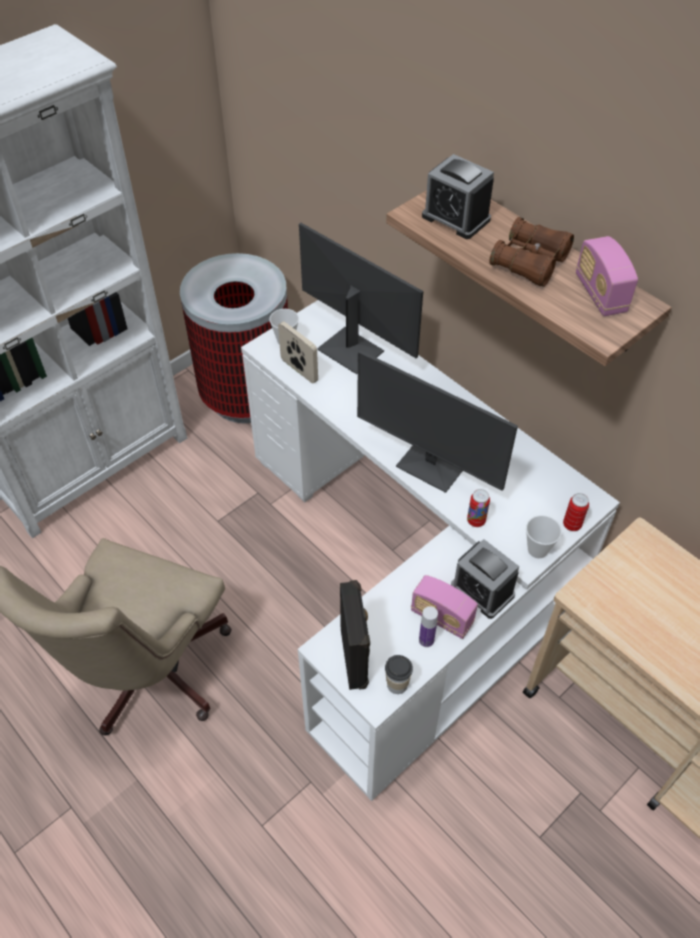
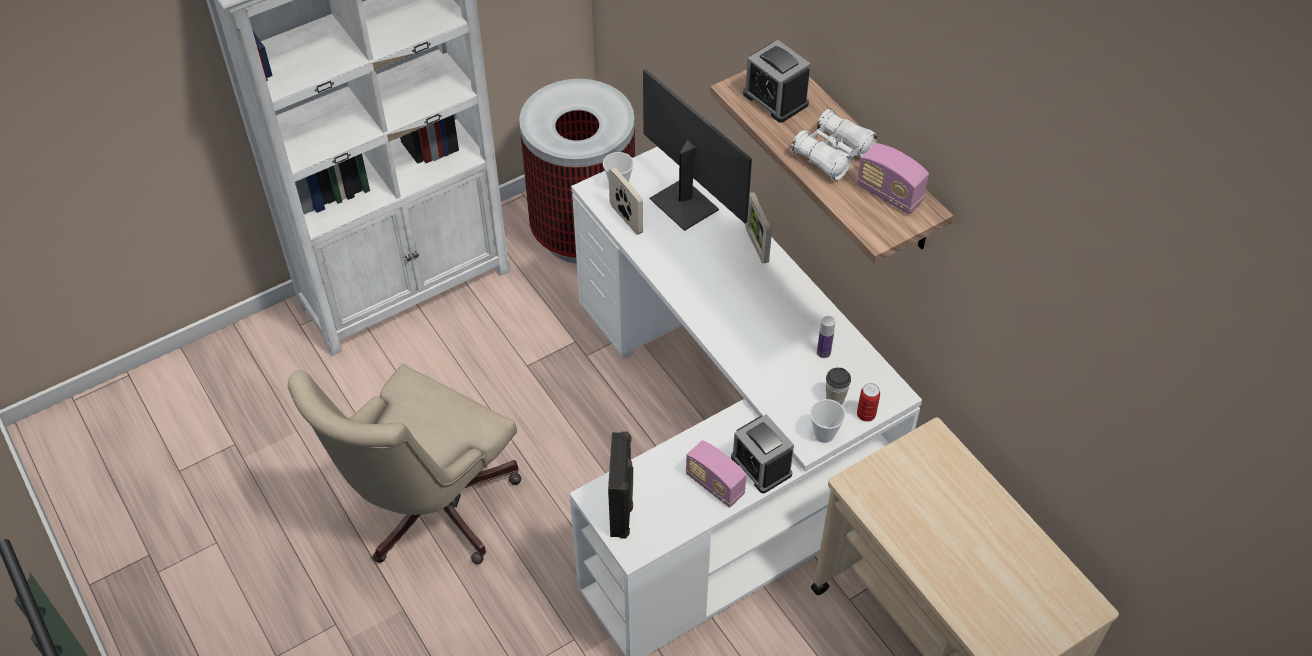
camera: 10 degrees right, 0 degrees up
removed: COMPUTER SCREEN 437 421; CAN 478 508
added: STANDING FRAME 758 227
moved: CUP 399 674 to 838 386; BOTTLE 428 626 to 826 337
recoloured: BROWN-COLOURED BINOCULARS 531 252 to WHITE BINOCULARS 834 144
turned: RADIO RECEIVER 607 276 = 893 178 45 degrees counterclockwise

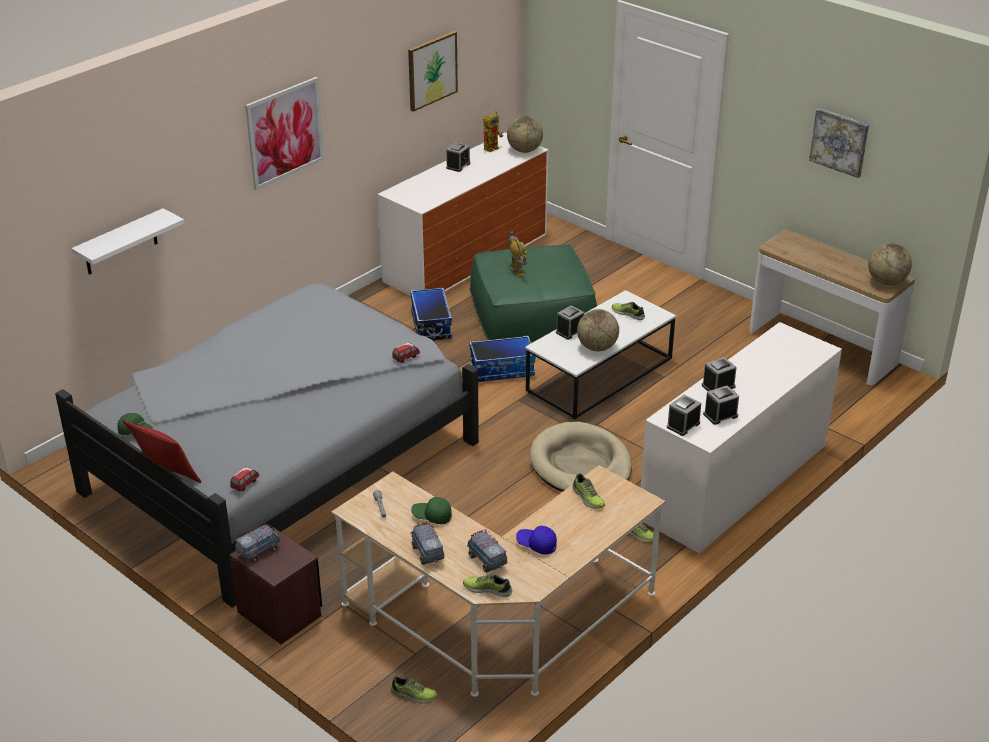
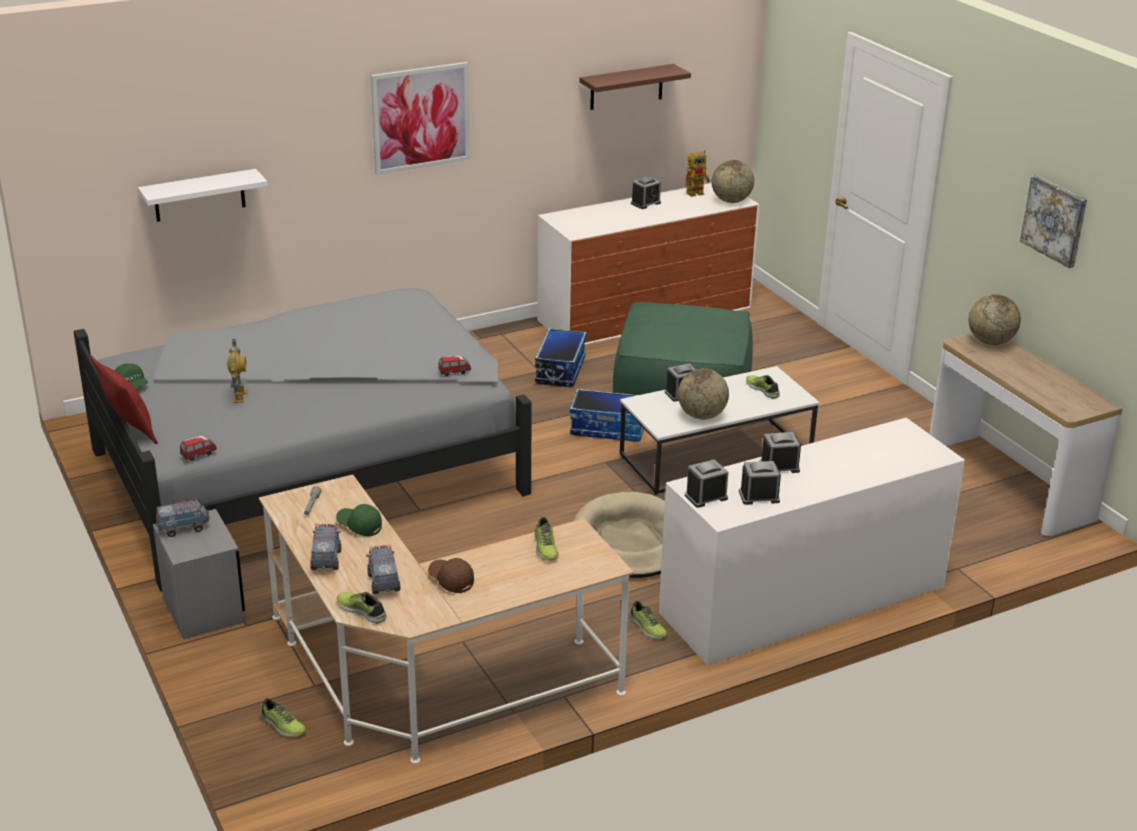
camera: 20 degrees right, 5 degrees down
moved: ROBOT FIGURE 518 254 to 237 371; GLOBE 890 264 to 994 319
replaced: PICTURE 433 71 to BROWN-COLOURED WALL SHELF 635 87
recoloured: BROWN-COLOURED NIGHTSTAND 276 585 to GREY NIGHTSTAND 199 574; BLUE BASEBALL CAP 536 540 to BROWN-COLOURED BASEBALL CAP 451 575

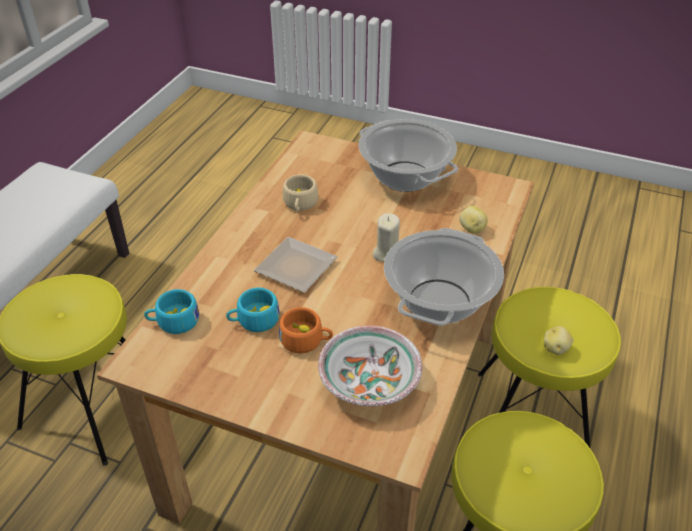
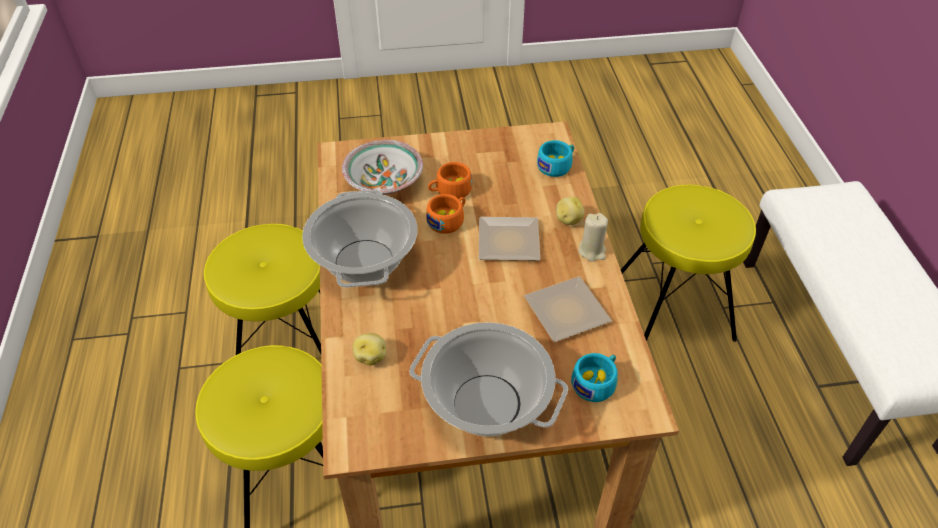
camera: 150 degrees right, 5 degrees up
added: ORANGE-COLOURED CUP 445 214
moved: TURQUOISE CUP 253 310 to 594 377; BEIGE-COLOURED CANDLE 386 237 to 593 237; POTATO 558 340 to 570 211
replaced: BEIGE-COLOURED CUP 300 193 to DINNER PLATE 568 309

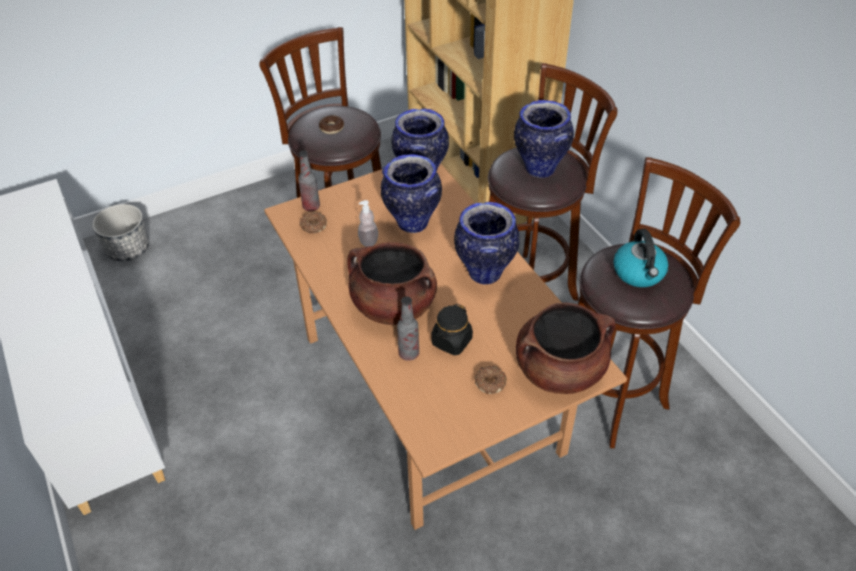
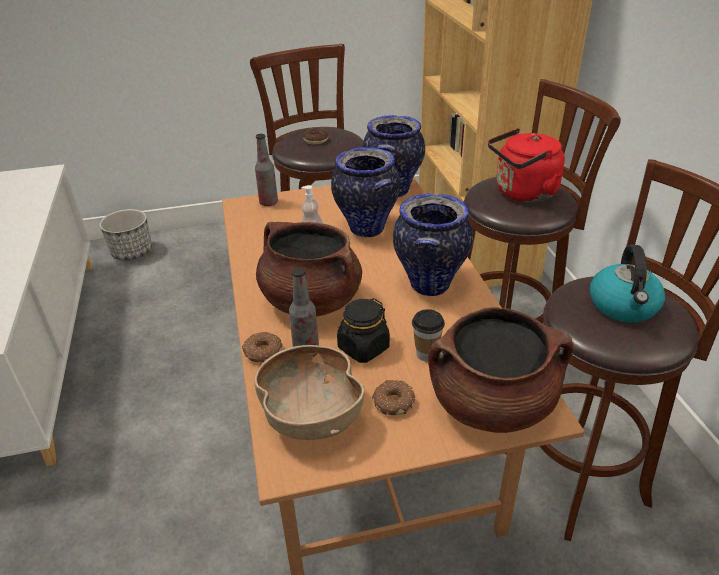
camera: 15 degrees right, 10 degrees down
added: BROWN-COLOURED BOWL 309 392; CUP 428 335
moved: RING DOUGHNUT 313 222 to 262 347
replaced: DECORATIVE VASE 544 139 to RED-COLOURED KETTLE 526 165

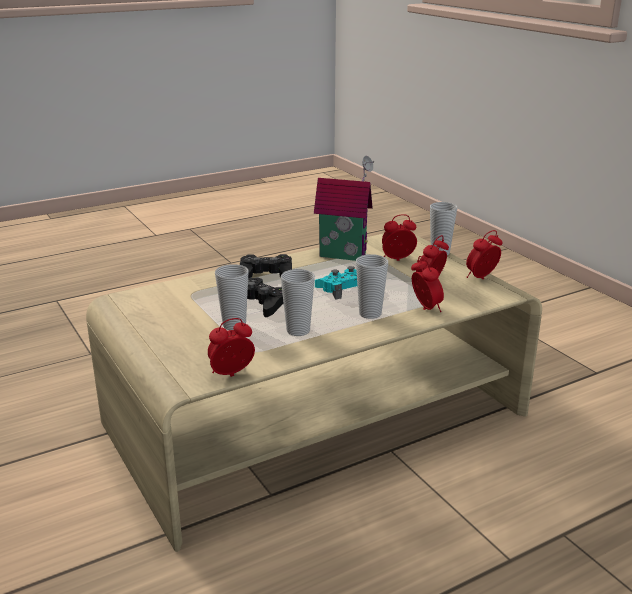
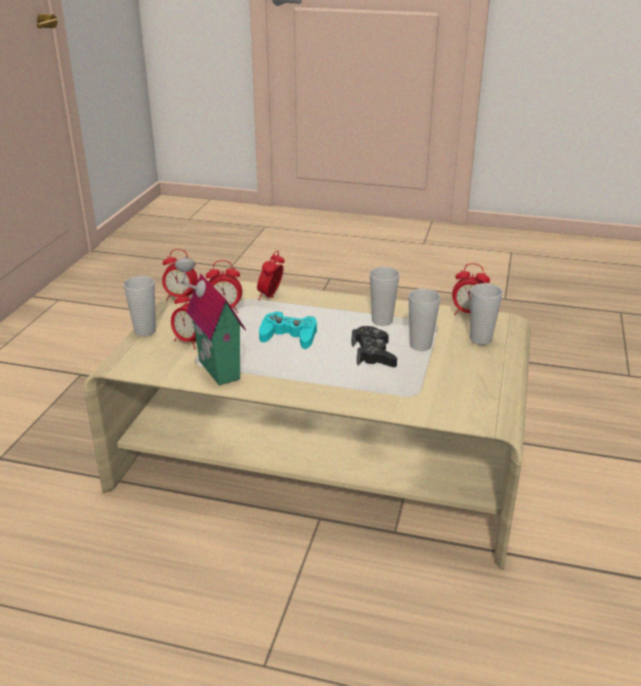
camera: 135 degrees left, 5 degrees up
removed: BLACK GAME CONTROLLER 266 266
moved: CUP 372 286 to 486 314

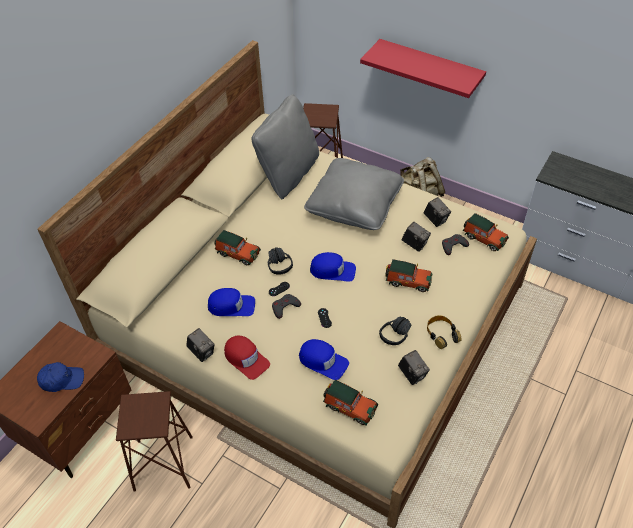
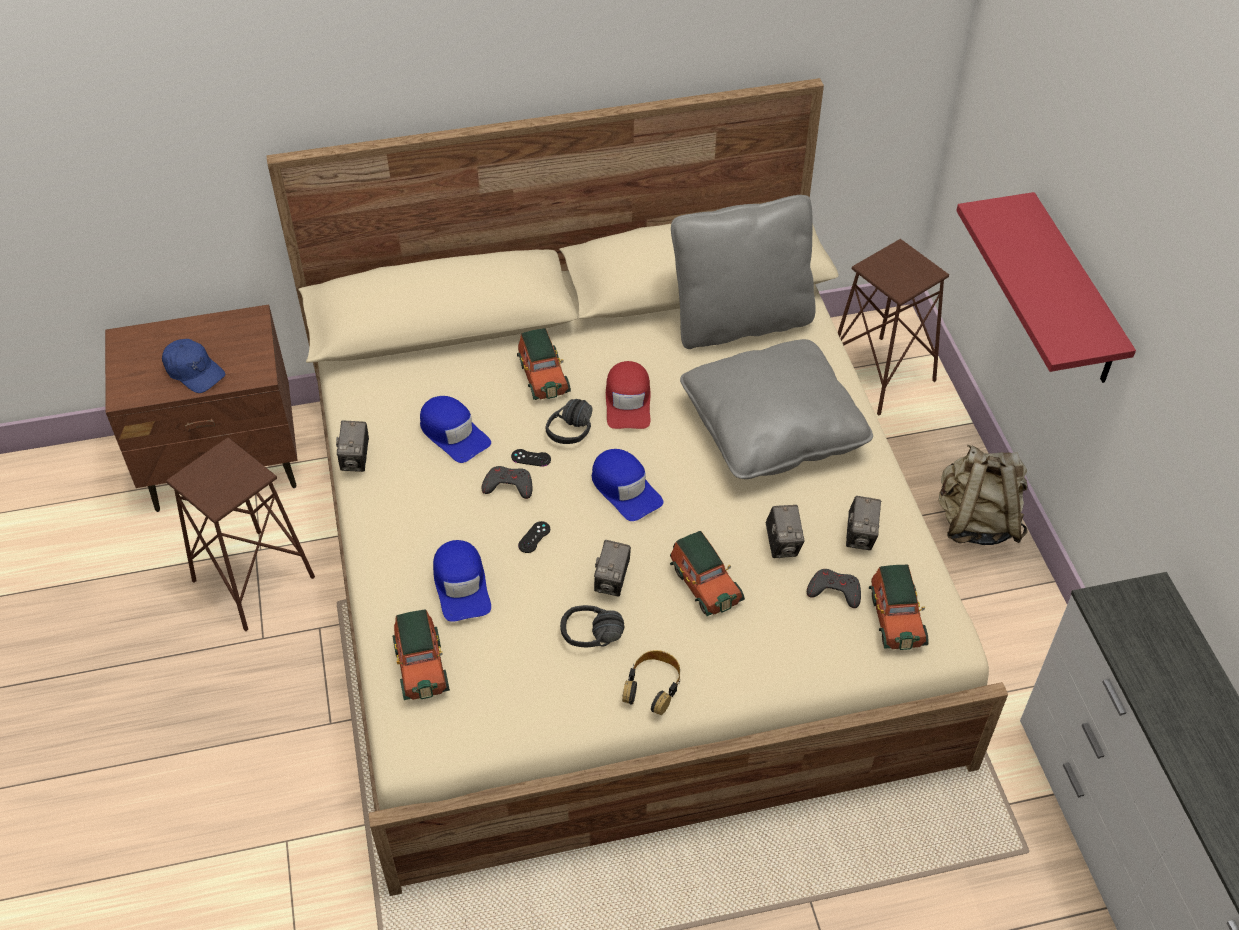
camera: 45 degrees right, 0 degrees up
moved: RED-COLOURED BASEBALL CAP 247 358 to 628 395; STILL CAMERA 414 367 to 612 568

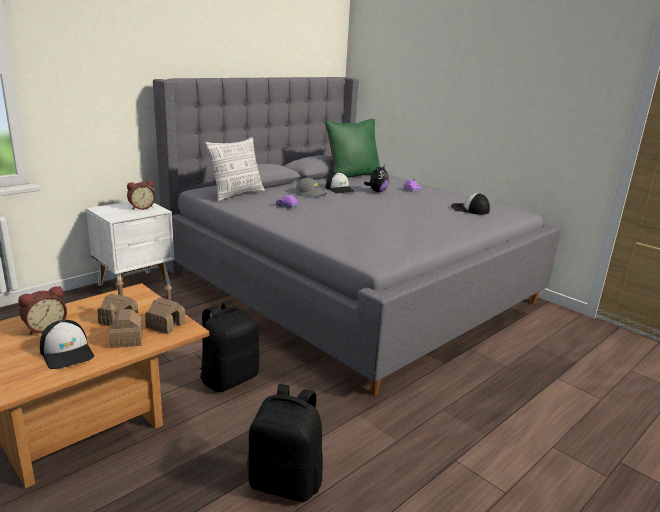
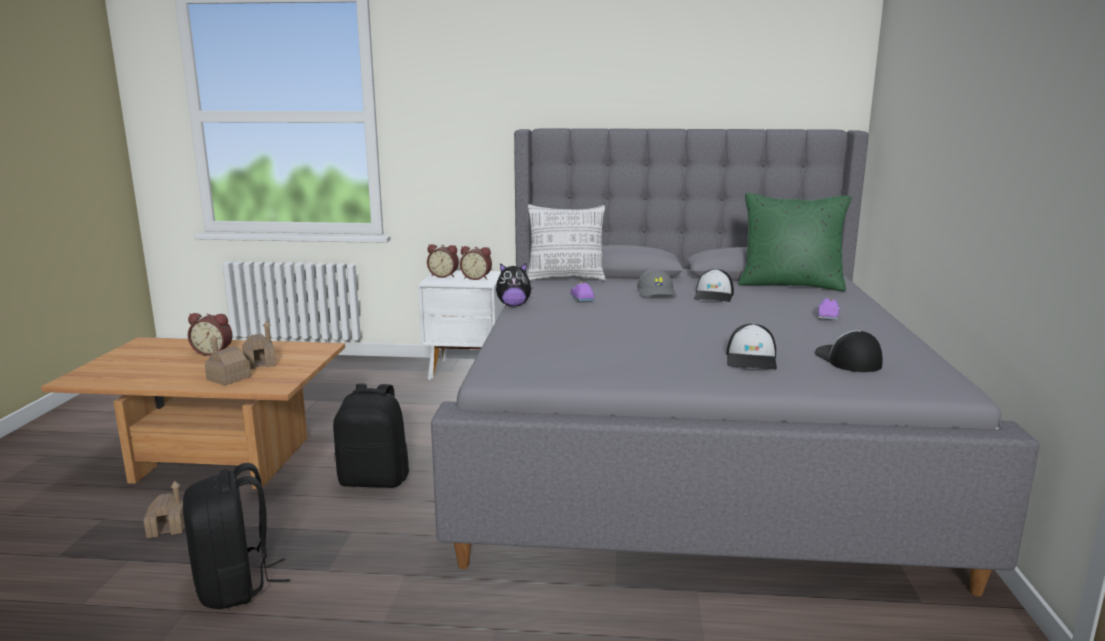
camera: 50 degrees right, 5 degrees down
added: TABLE CLOCK 443 261
moved: BASEBALL CAP 67 344 to 751 347; TOY HOUSE 165 309 to 164 509; SOFT TOY 376 178 to 514 284

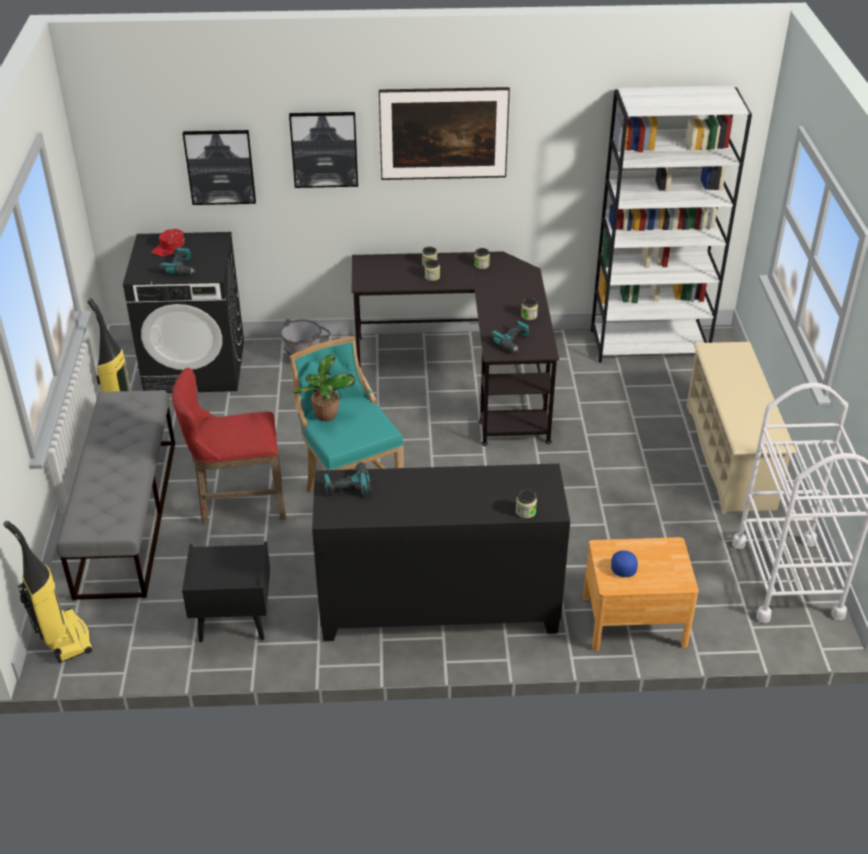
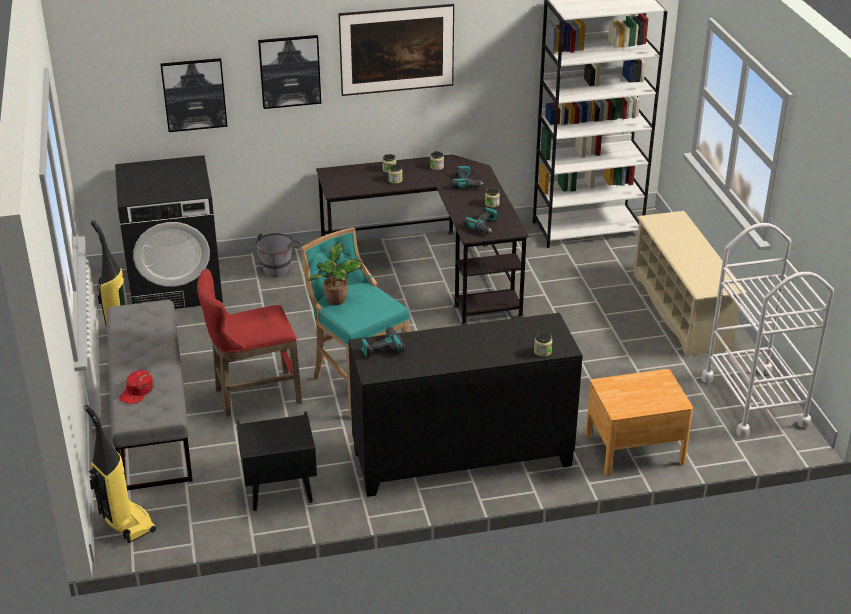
camera: 10 degrees left, 5 degrees down
removed: BLUE BASEBALL CAP 624 564
moved: RED-COLOURED BASEBALL CAP 168 243 to 136 387; ELECTRIC DRILL 177 261 to 467 177

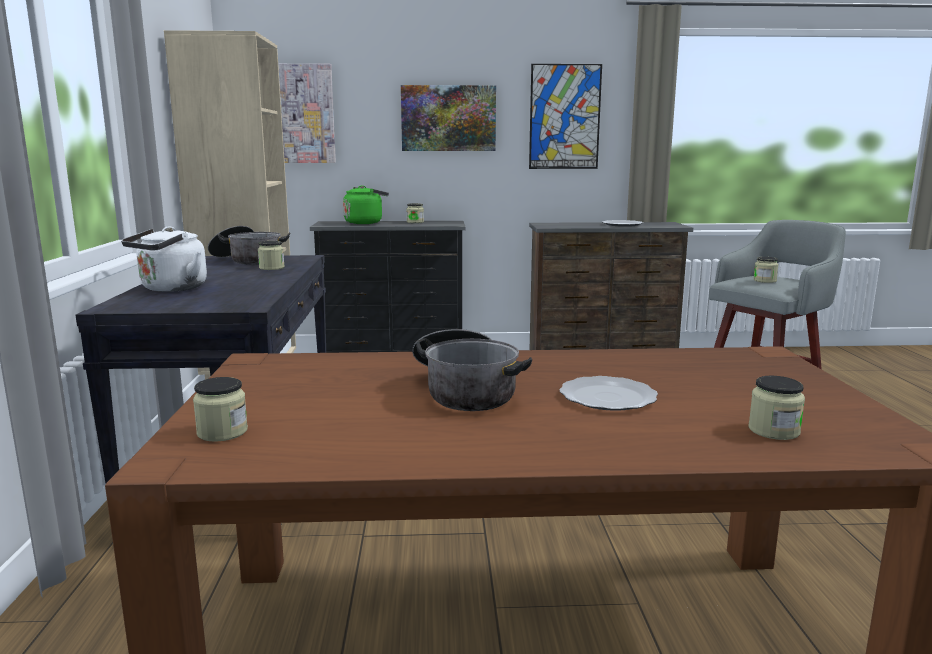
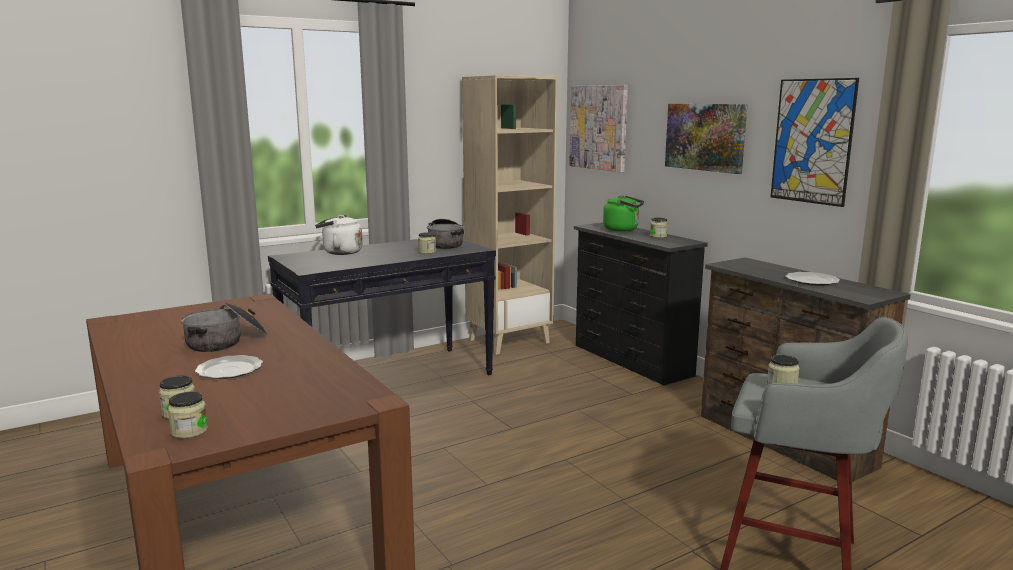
camera: 60 degrees right, 0 degrees up
moved: PRESERVE JAR 220 409 to 188 415

